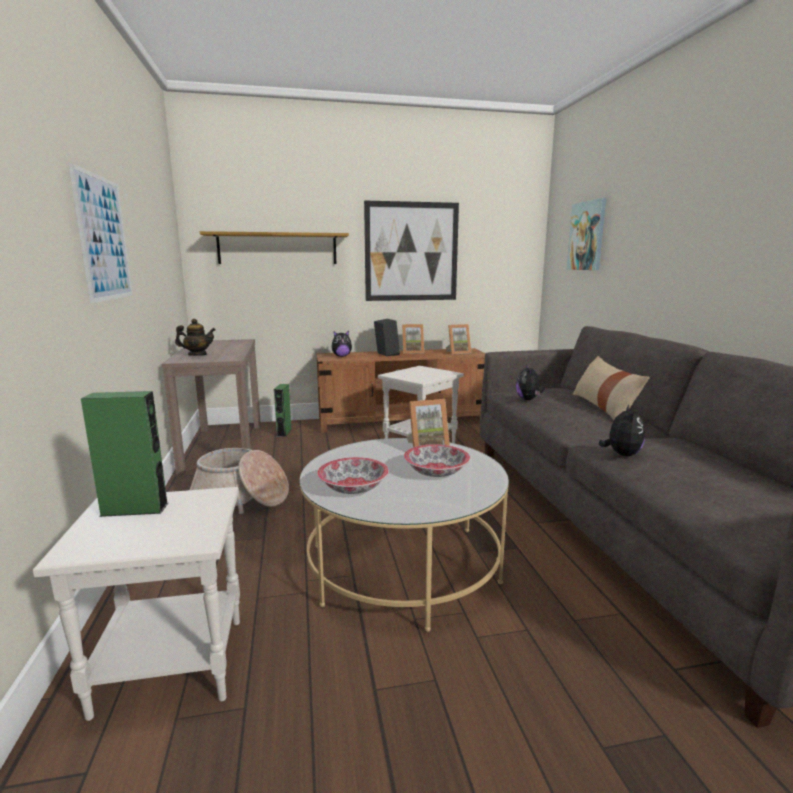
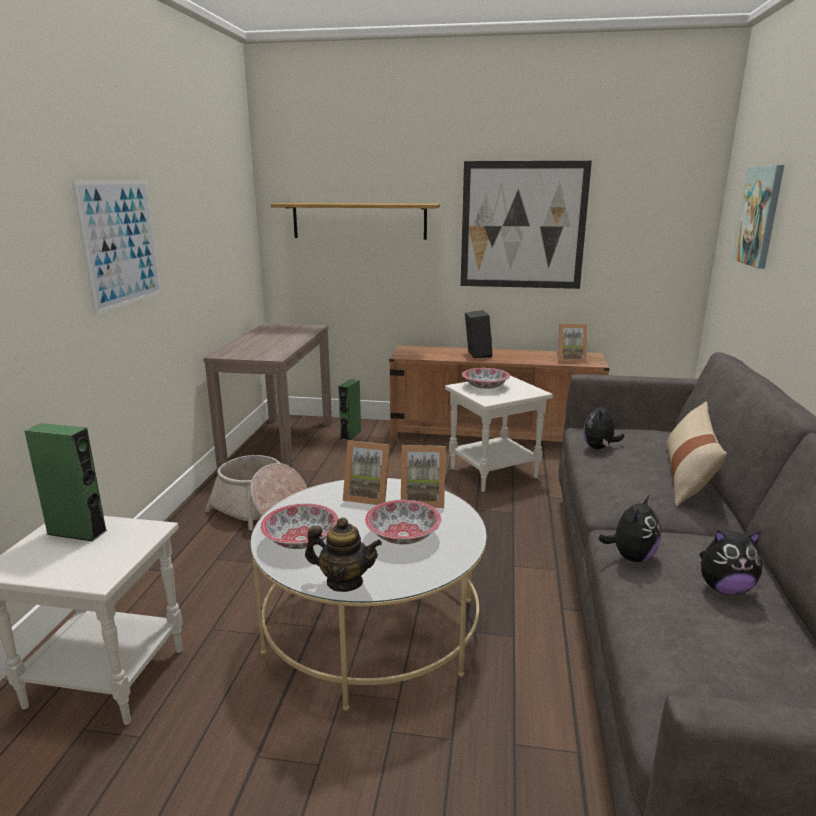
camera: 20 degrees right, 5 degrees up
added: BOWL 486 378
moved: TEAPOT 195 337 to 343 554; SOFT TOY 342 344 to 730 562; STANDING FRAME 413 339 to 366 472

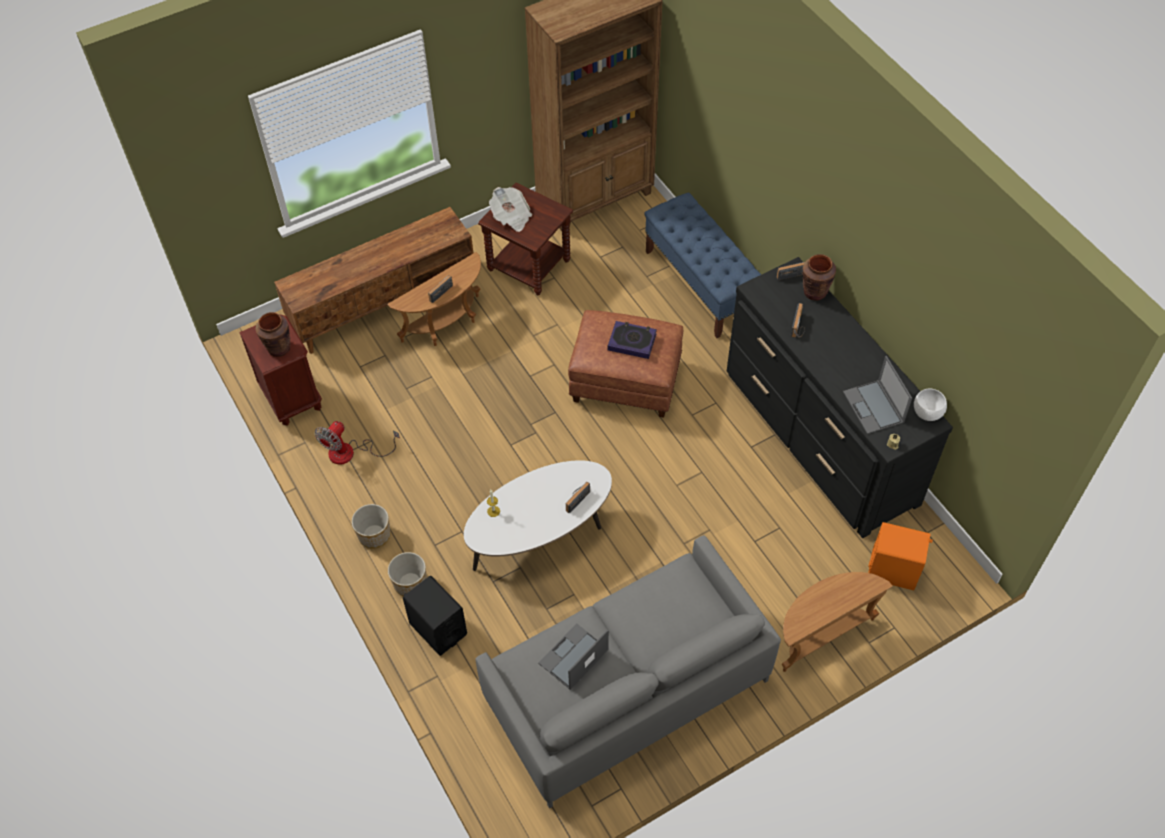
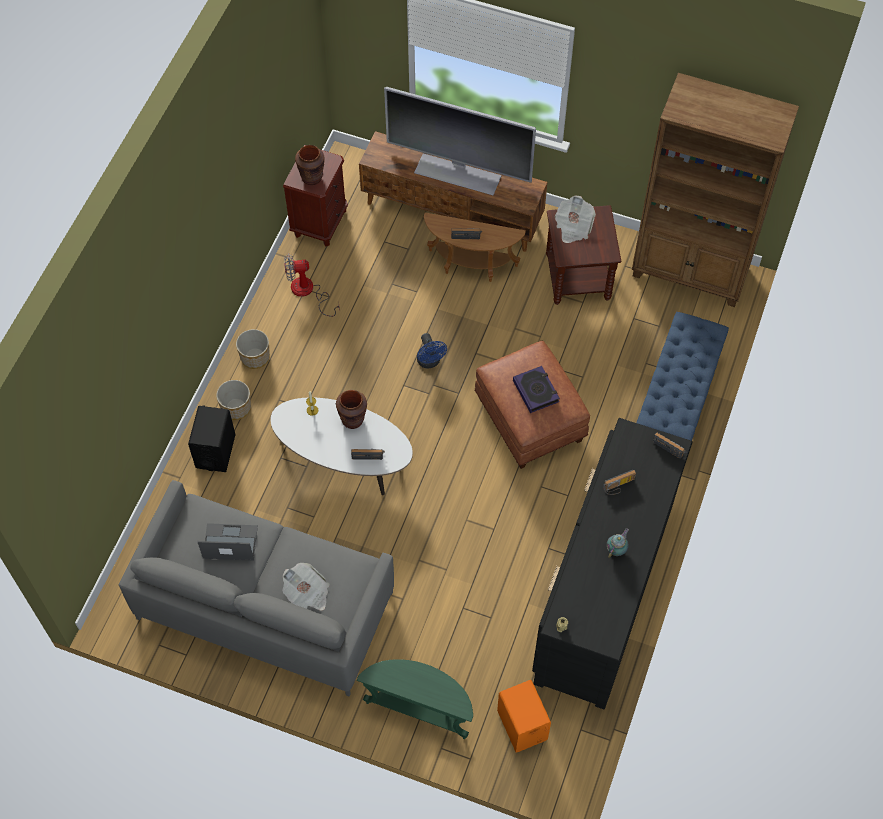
camera: 50 degrees right, 5 degrees up
removed: LAPTOP 877 395; WHITE BOWL 930 404
added: PRINTED PAPER 305 587; TV SET 460 141; BLUE FAN 432 350; TEAPOT 618 543
moved: BROWN-COLOURED DECORATIVE VASE 819 277 to 351 409
recoloured: BROWN-COLOURED SIDE TABLE 837 622 to GREEN-COLOURED SIDE TABLE 415 699

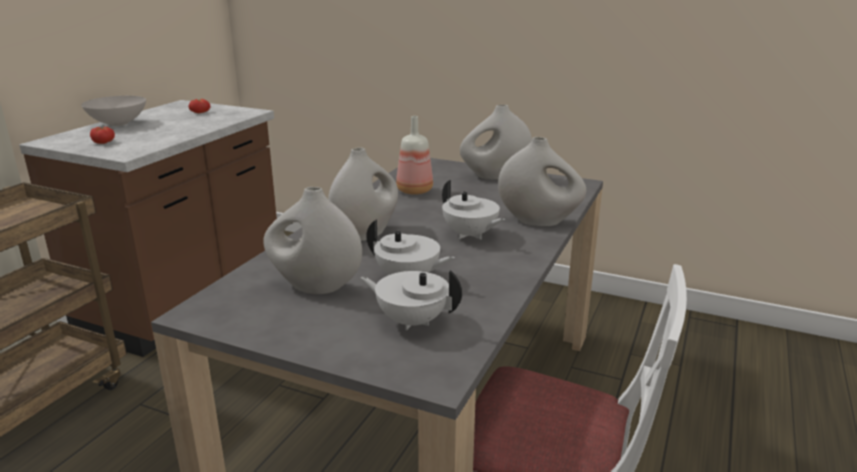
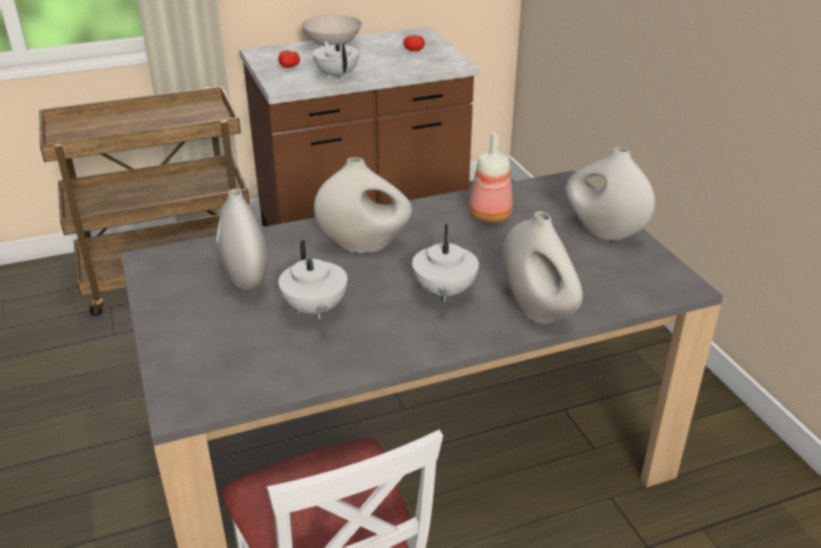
camera: 45 degrees right, 10 degrees up
moved: WHITE TEAPOT 411 300 to 336 60

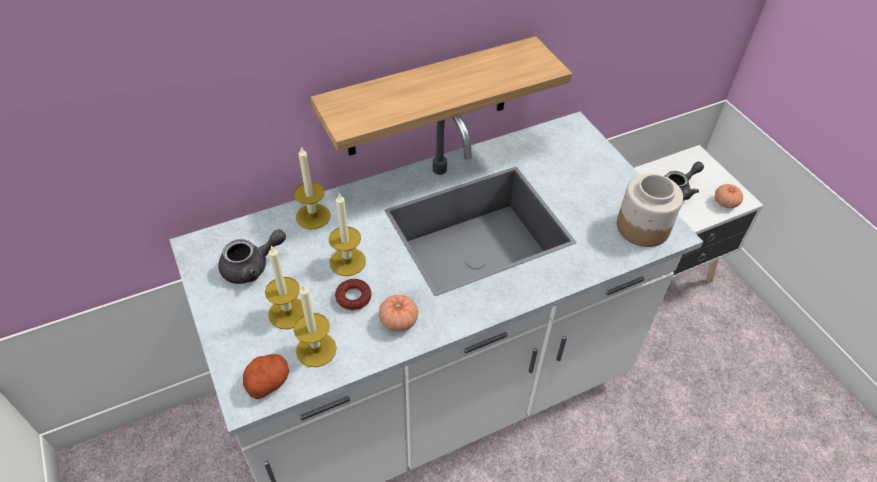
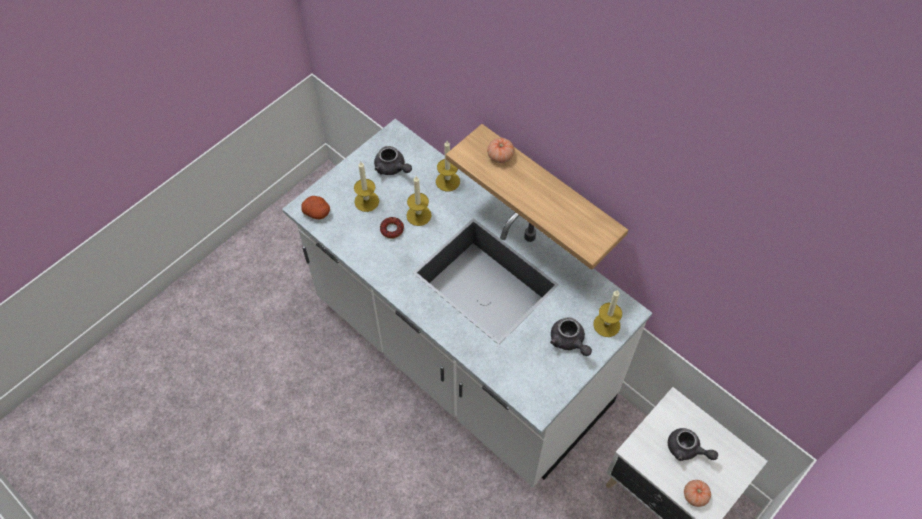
camera: 70 degrees right, 10 degrees up
removed: PRESERVE JAR 650 210
added: GREY TEAPOT 571 336
moved: CANDLE 315 325 to 608 313; FRESH TOMATO 398 313 to 501 150

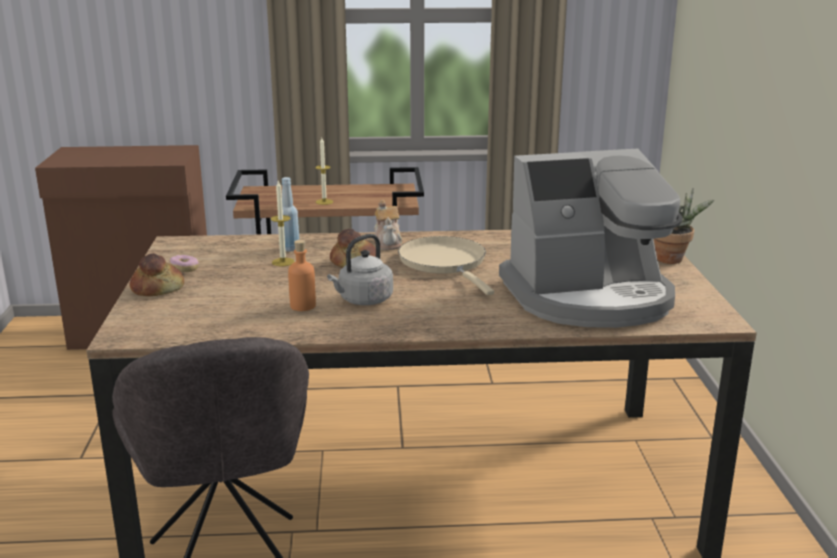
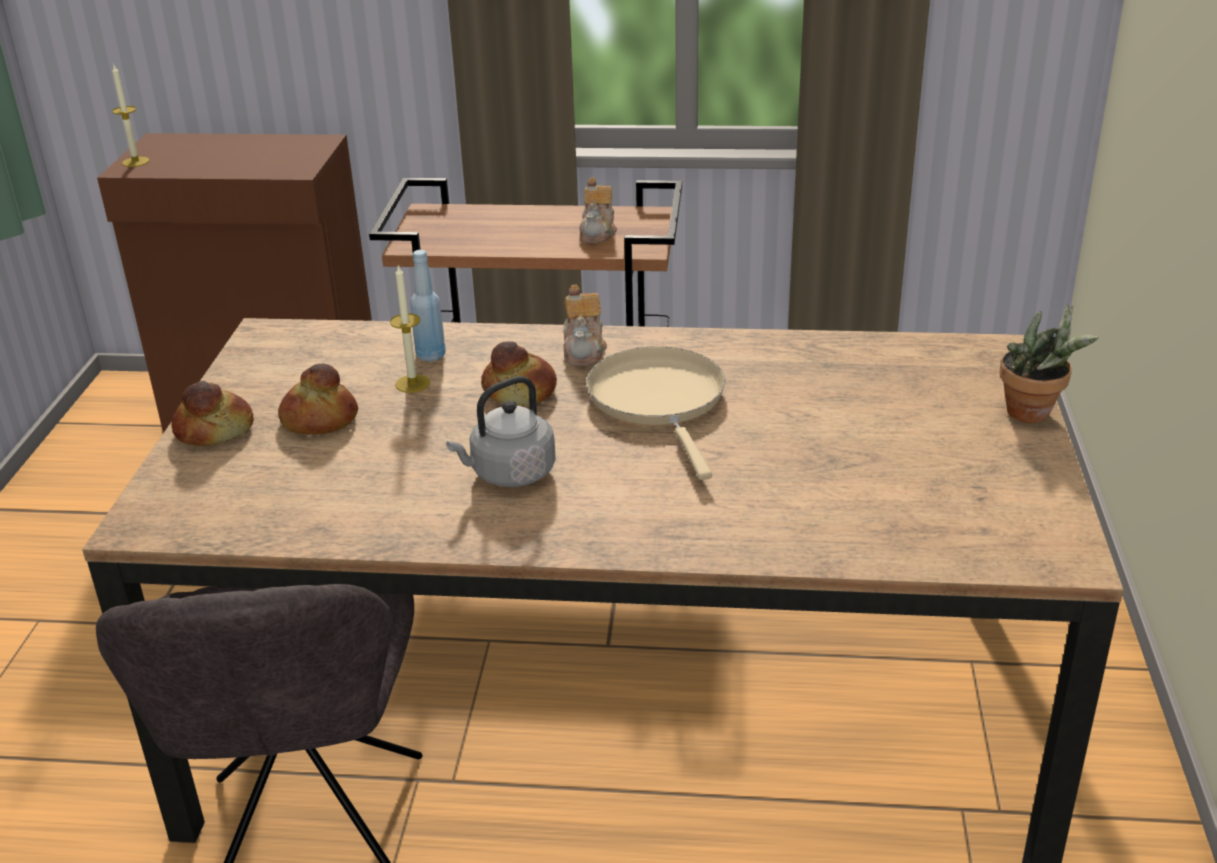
camera: 10 degrees right, 10 degrees up
removed: RING DOUGHNUT 184 263; ORANGE-COLOURED BOTTLE 302 275; COFFEE MACHINE 591 238
added: BAKERY BREAD 318 399; TEAPOT 598 210
moved: CANDLE 324 171 to 131 116

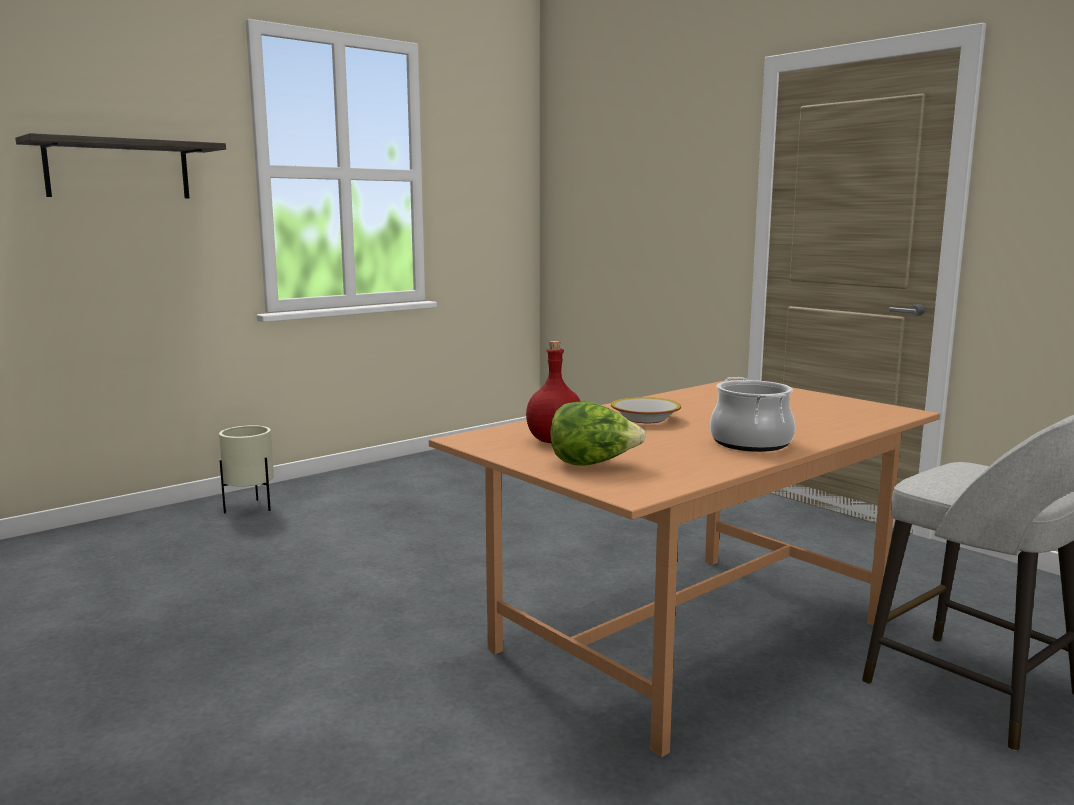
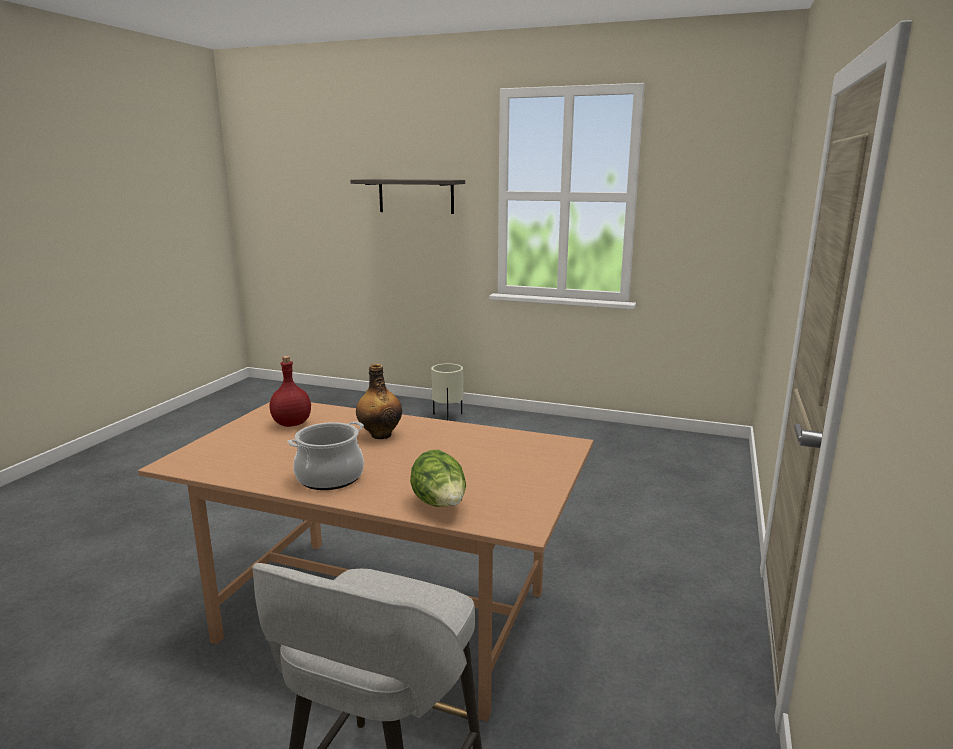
camera: 60 degrees right, 5 degrees up
moved: LETTUCE HEAD 598 433 to 438 478
replaced: BOWL 646 410 to BOTTLE 379 401

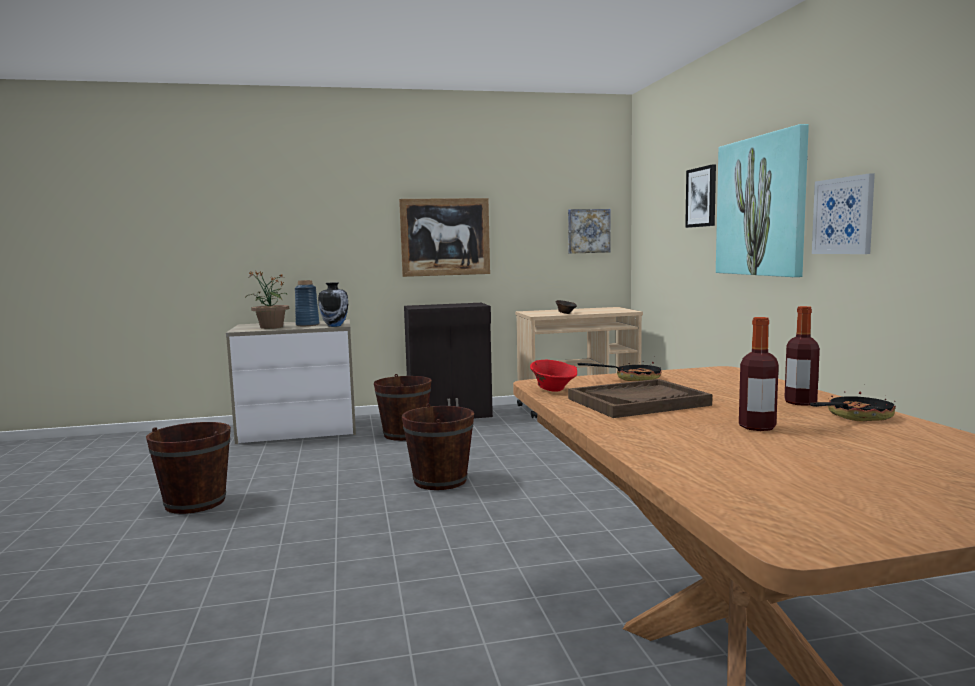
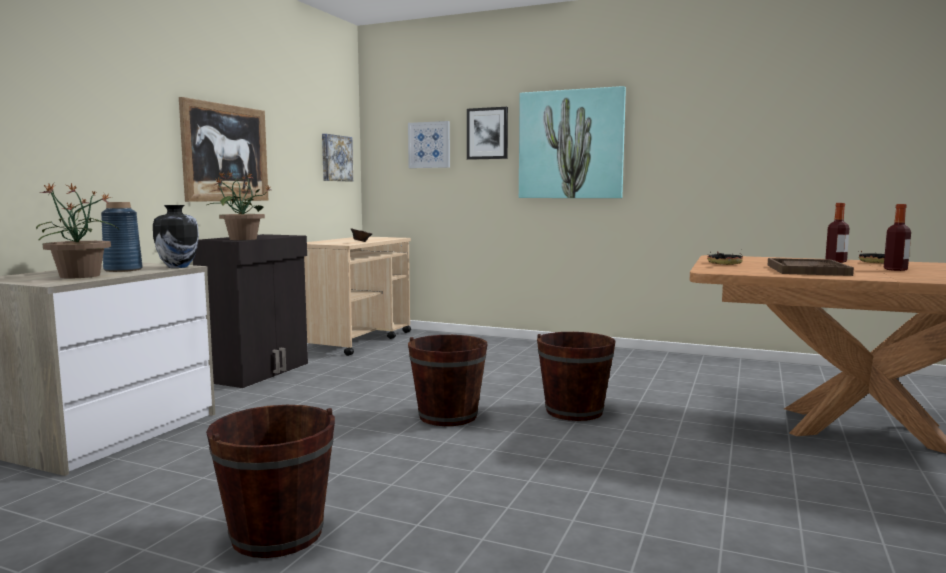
camera: 55 degrees left, 0 degrees up
removed: RED-COLOURED BOWL 553 376
added: PLANT IN A POT 239 205
moved: BROWN-COLOURED PAIL 402 407 to 576 376; PICTURE 843 213 to 429 144

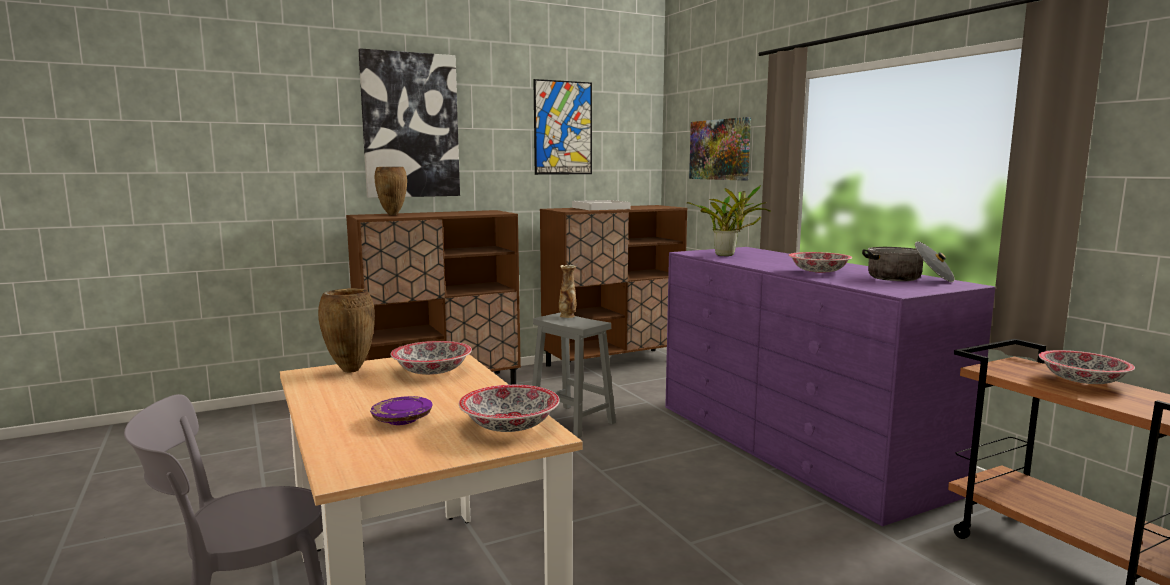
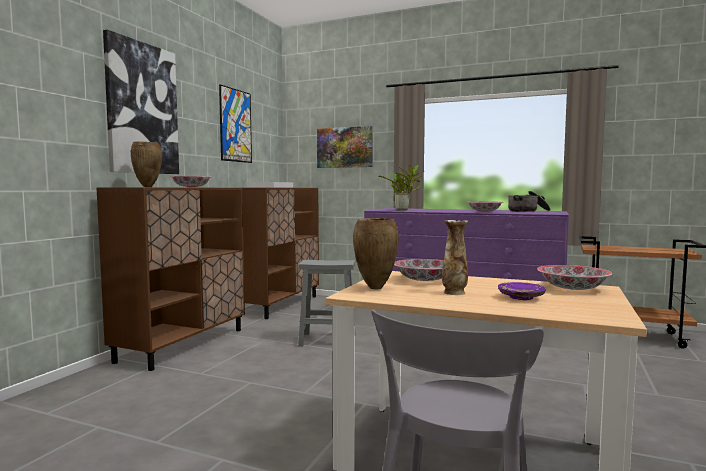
camera: 40 degrees left, 5 degrees down
moved: DECORATIVE VASE 568 291 to 455 257; BOWL 1086 367 to 191 181

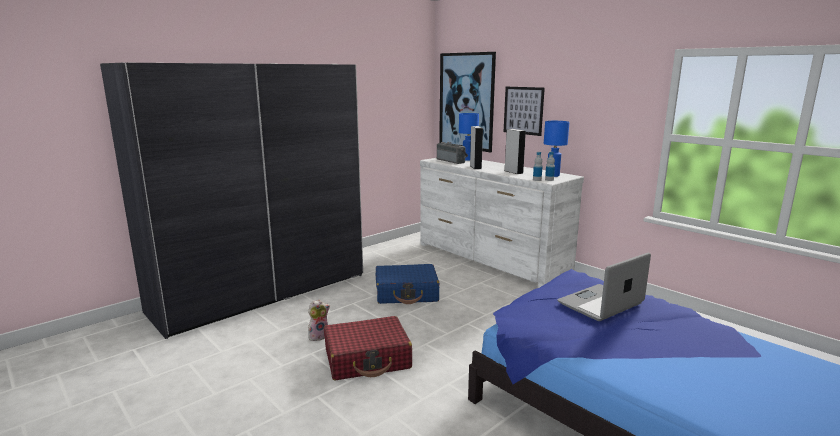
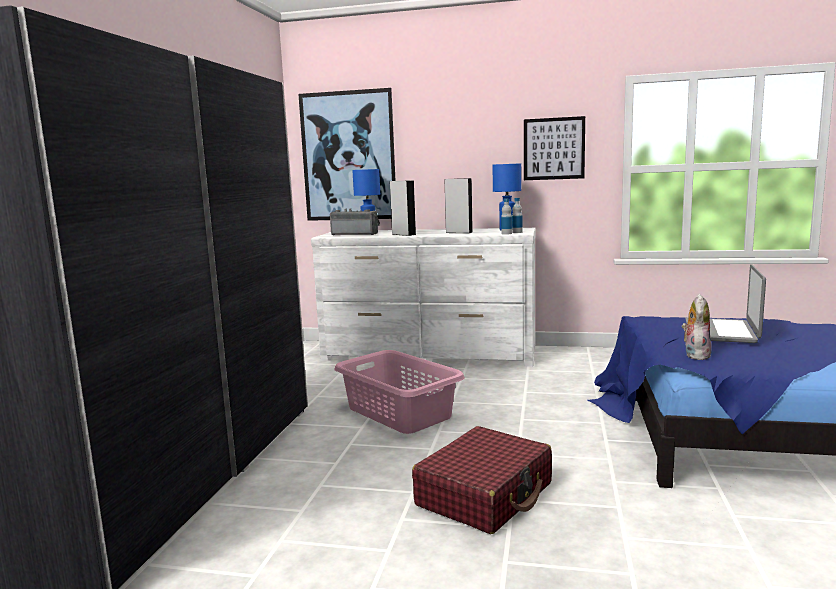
camera: 35 degrees left, 5 degrees down
moved: SOFT TOY 319 320 to 697 327; PICTURE 524 111 to 554 148
replaced: BLUE SUITCASE 407 284 to PINKISH HAMPER 399 392

